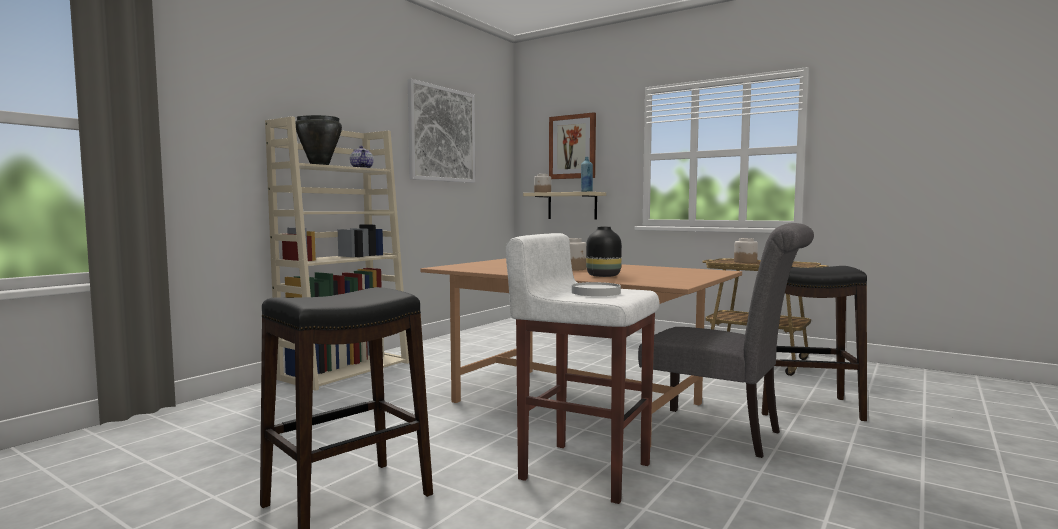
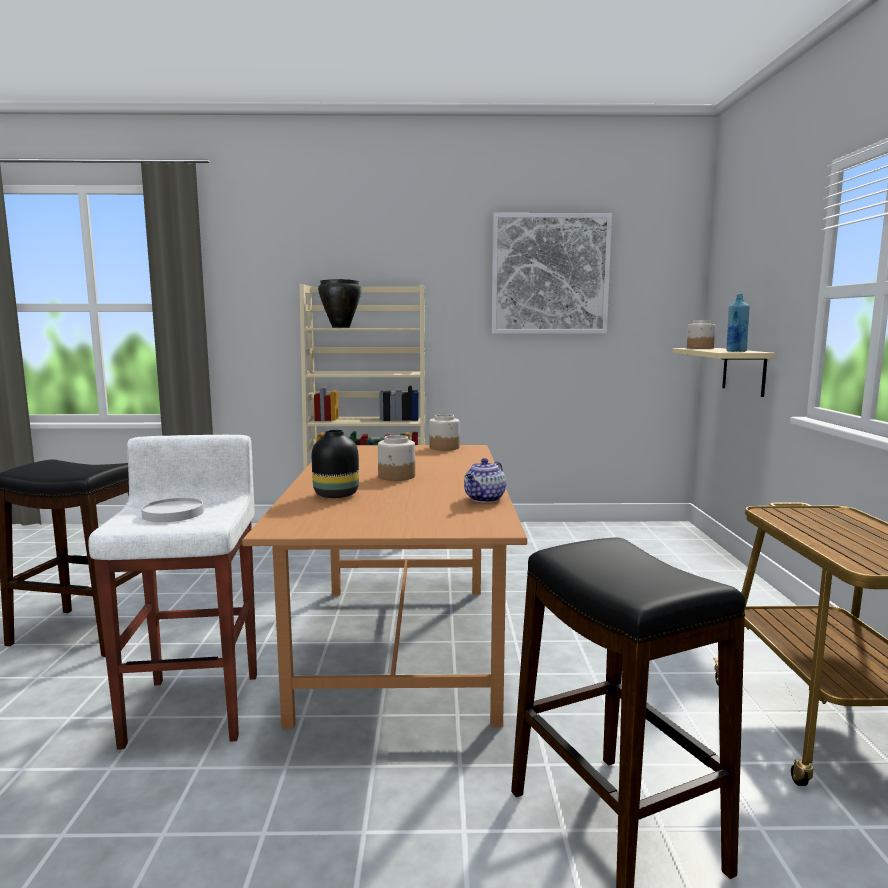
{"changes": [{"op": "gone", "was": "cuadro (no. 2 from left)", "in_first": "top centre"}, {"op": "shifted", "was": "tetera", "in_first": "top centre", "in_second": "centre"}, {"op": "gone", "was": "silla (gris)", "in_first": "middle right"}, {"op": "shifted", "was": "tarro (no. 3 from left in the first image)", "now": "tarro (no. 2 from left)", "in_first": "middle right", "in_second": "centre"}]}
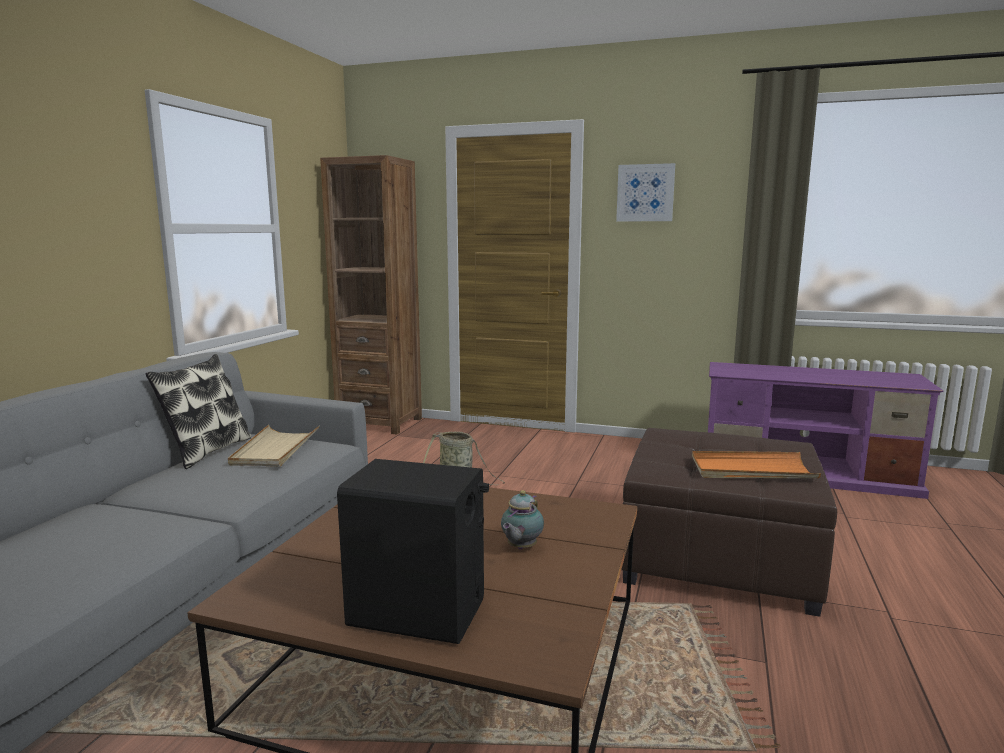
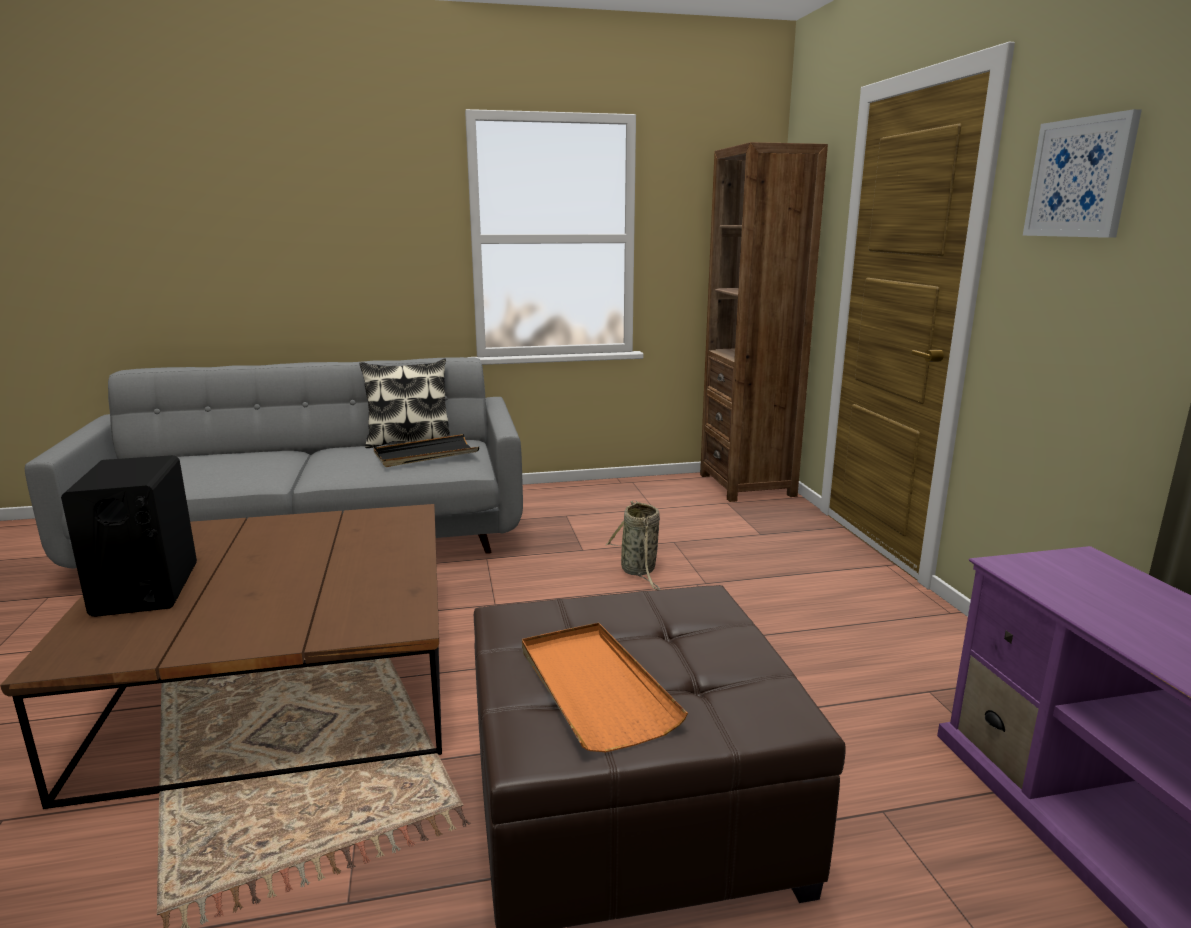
{"changes": [{"op": "repainted", "was": "bandeja (beis)", "now": "bandeja (negro)", "in_first": "middle left", "in_second": "centre"}, {"op": "gone", "was": "tetera", "in_first": "bottom centre"}]}
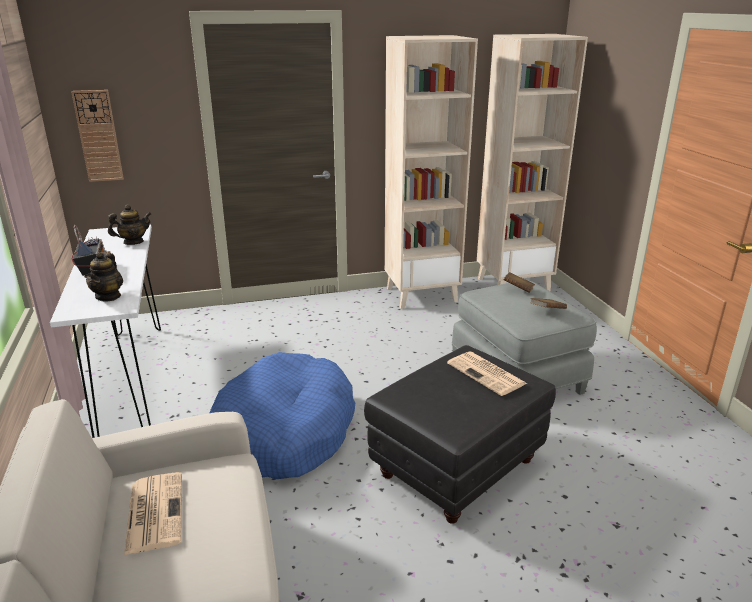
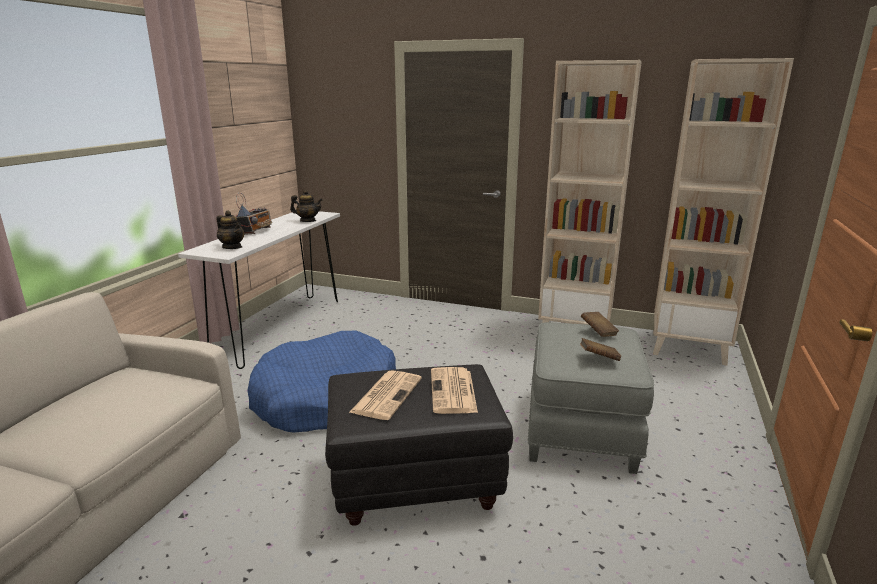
{"changes": [{"op": "gone", "was": "reloj de pared", "in_first": "top left"}, {"op": "rotated", "was": "tetera (no. 1 from left)", "in_first": "middle left", "in_second": "middle left", "clockwise": -90}, {"op": "shifted", "was": "periódico (no. 1 from left)", "in_first": "bottom left", "in_second": "bottom centre"}]}
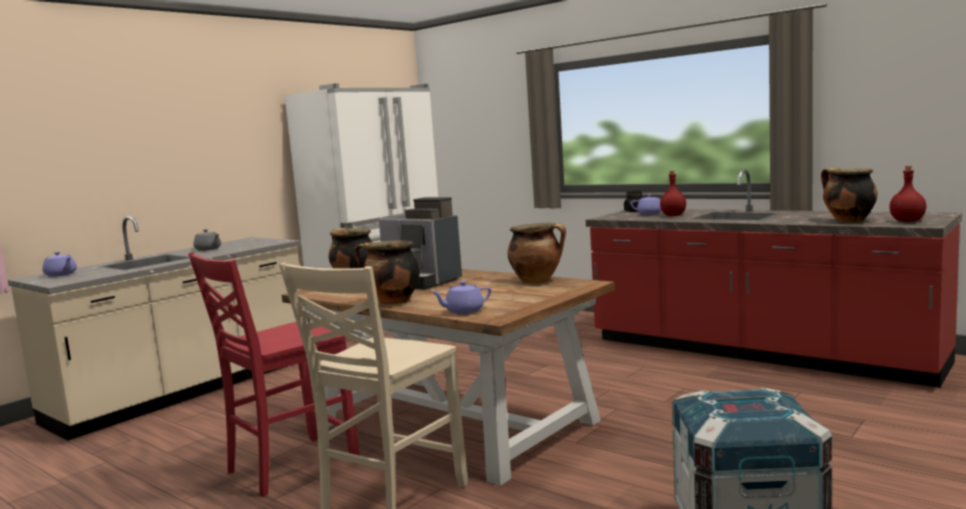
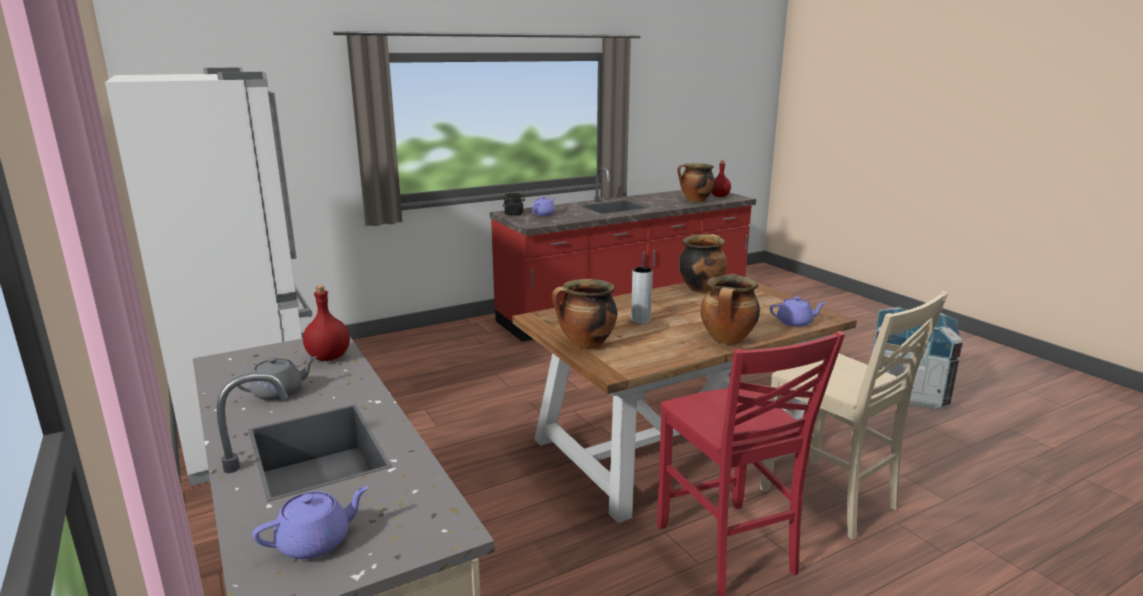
{"changes": [{"op": "shifted", "was": "botella (rojo) (no. 1 from left)", "in_first": "middle right", "in_second": "middle left"}, {"op": "swapped", "was": "cafetera", "now": "florero (gris)", "in_first": "centre", "in_second": "centre"}, {"op": "rotated", "was": "tetera (morado) (no. 2 from left in the first image)", "in_first": "centre", "in_second": "middle right", "clockwise": -90}]}
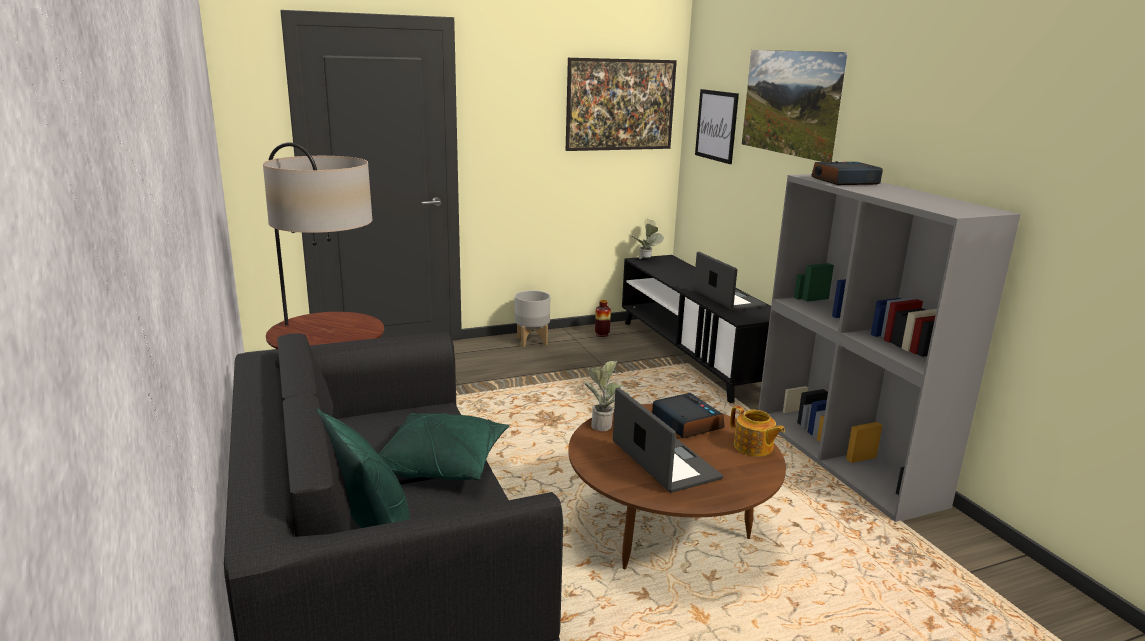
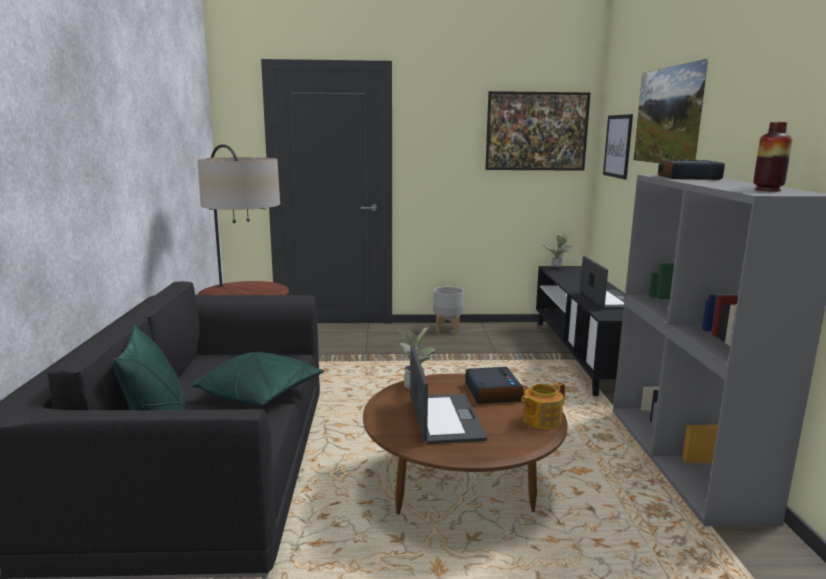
{"changes": [{"op": "shifted", "was": "florero", "in_first": "centre", "in_second": "top right"}, {"op": "rotated", "was": "tetera", "in_first": "bottom centre", "in_second": "bottom centre", "clockwise": 75}]}
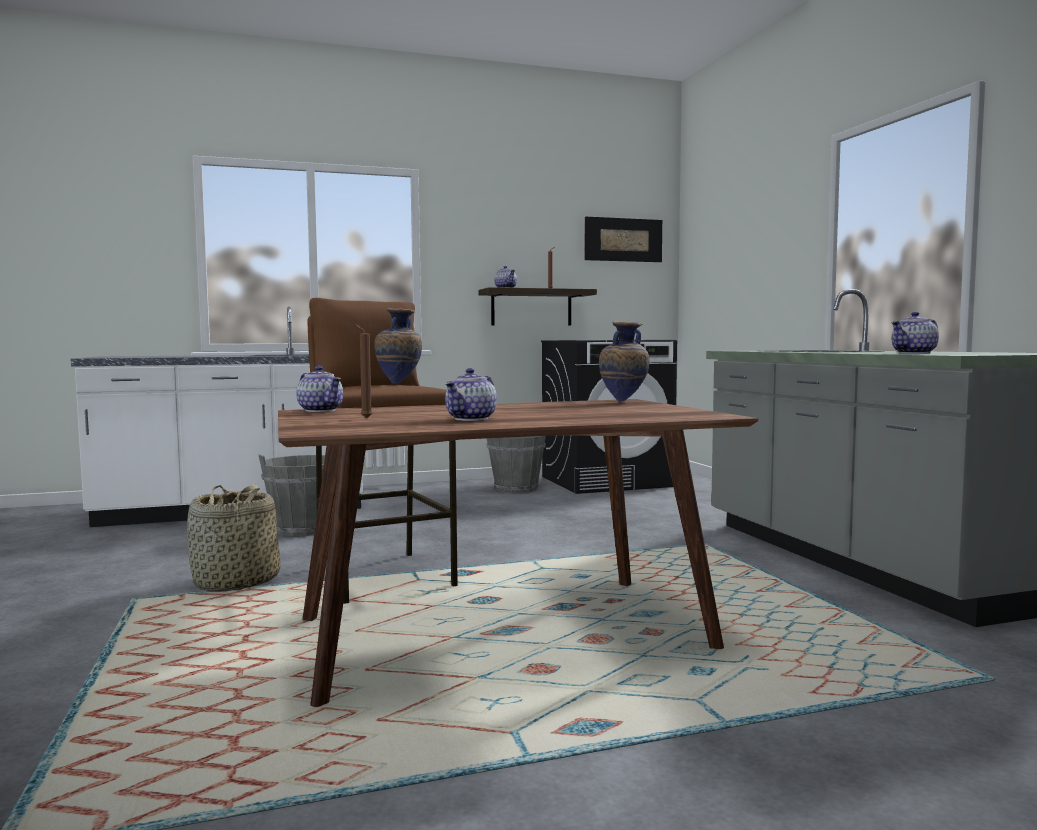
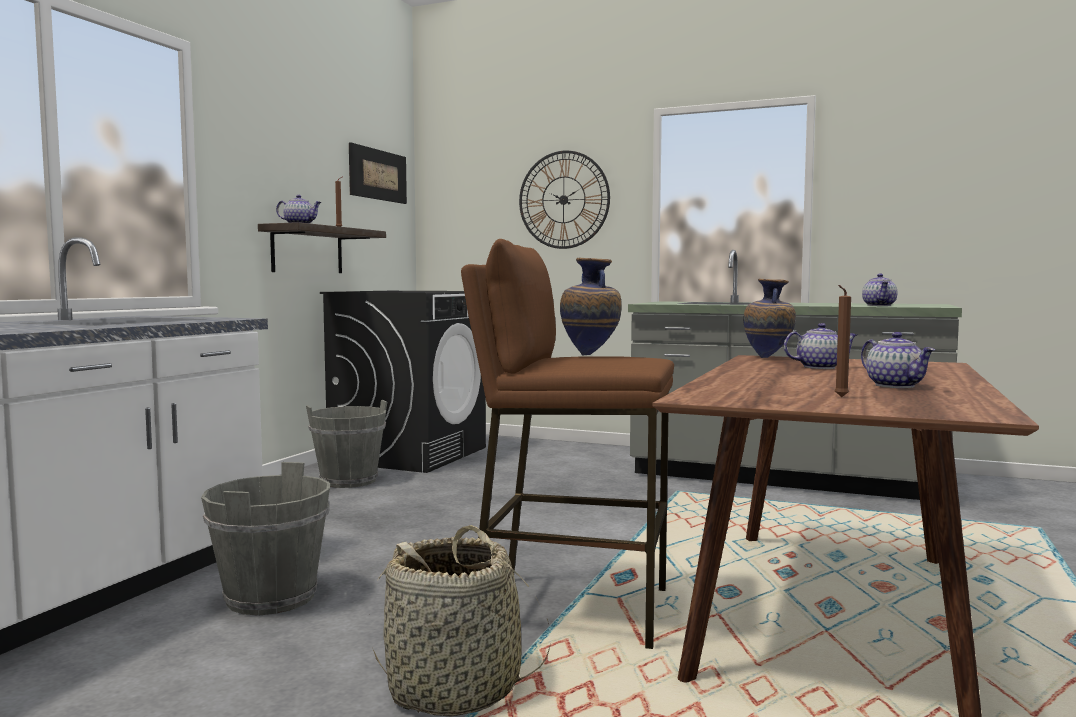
{"changes": [{"op": "shifted", "was": "tetera (no. 1 from left in the first image)", "now": "tetera (no. 2 from left)", "in_first": "middle left", "in_second": "middle right"}, {"op": "new", "now": "reloj de pared", "in_second": "top centre"}]}
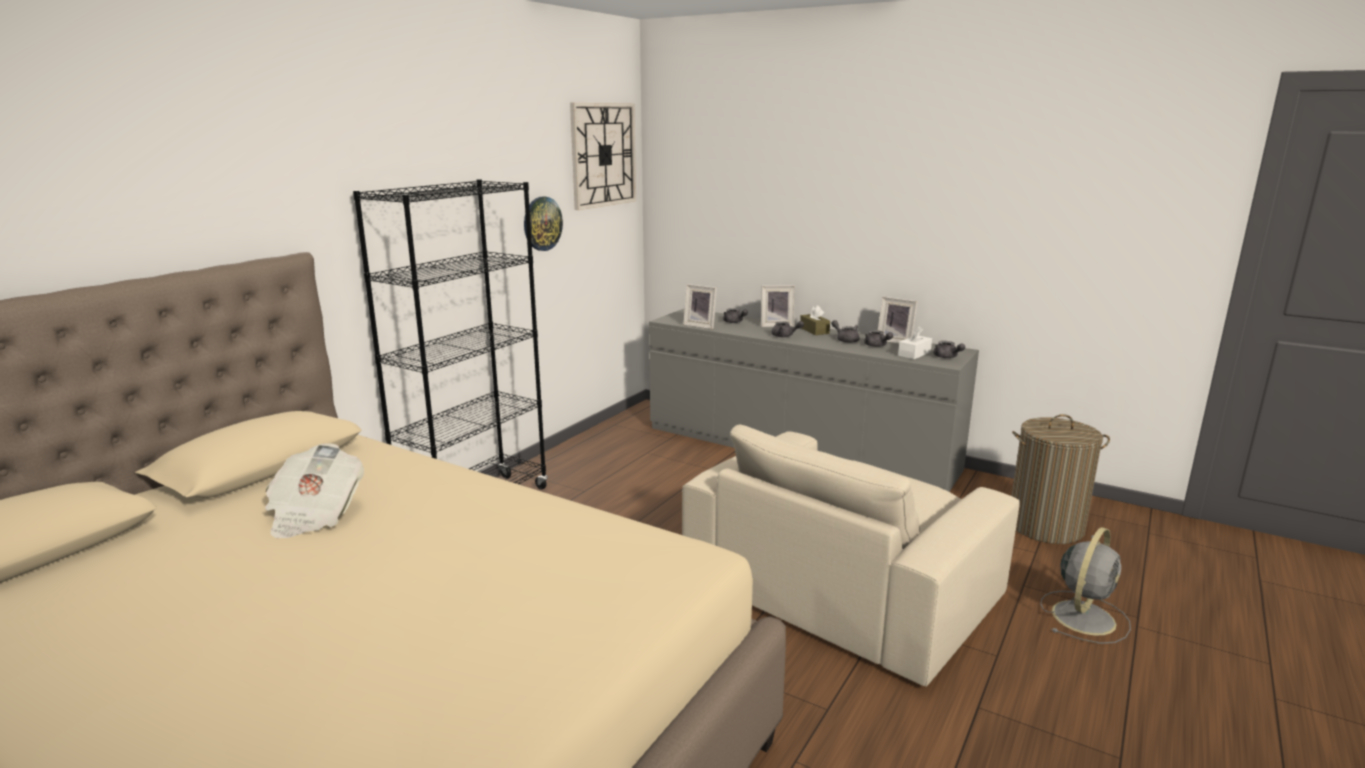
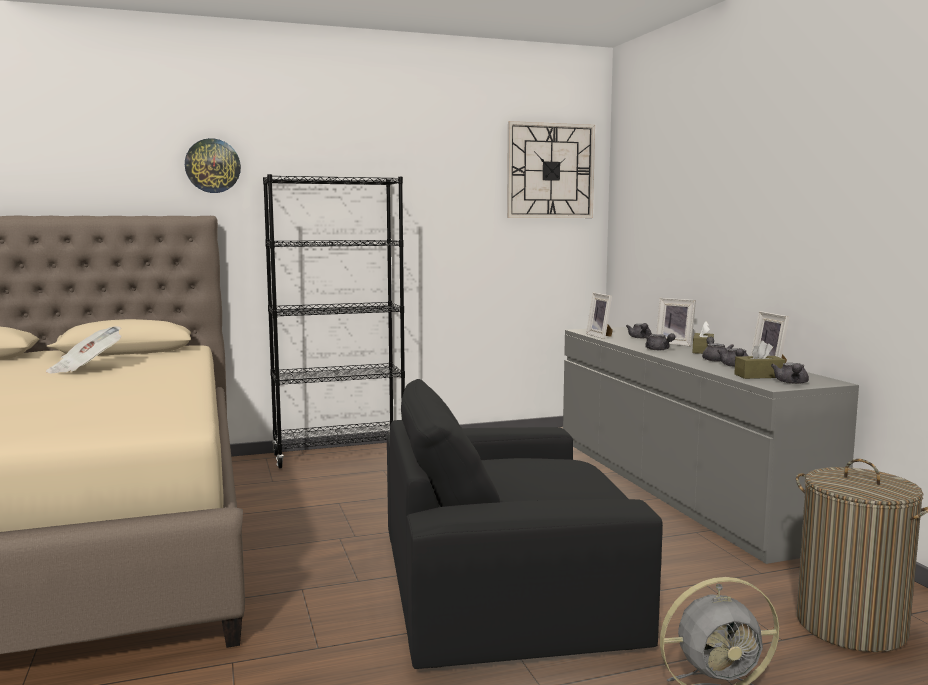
{"changes": [{"op": "shifted", "was": "reloj de pared (no. 1 from left)", "in_first": "top centre", "in_second": "top left"}, {"op": "repainted", "was": "caja de pañuelos (blanco)", "now": "caja de pañuelos (marrón) (no. 2 from left)", "in_first": "middle right", "in_second": "middle right"}, {"op": "repainted", "was": "sillón (beis)", "now": "sillón (negro)", "in_first": "bottom centre", "in_second": "bottom centre"}]}
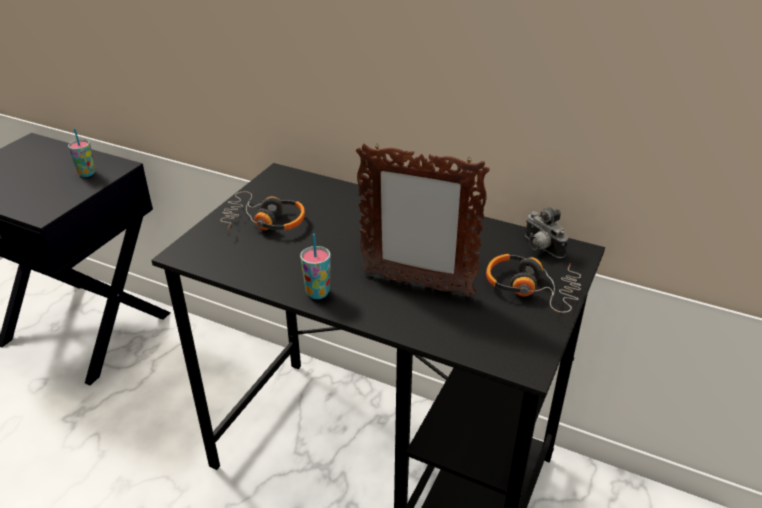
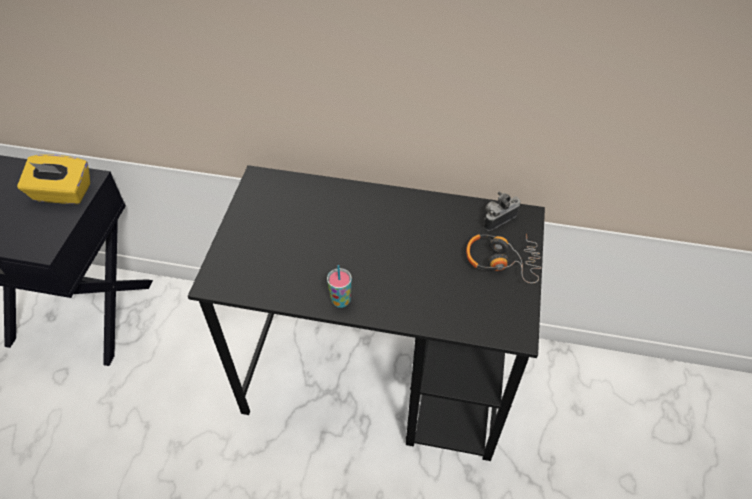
{"changes": [{"op": "swapped", "was": "taza (no. 1 from left)", "now": "caja de pañuelos (amarillo)", "in_first": "top left", "in_second": "middle left"}, {"op": "gone", "was": "portarretratos", "in_first": "centre"}, {"op": "gone", "was": "auriculares (no. 1 from left)", "in_first": "centre"}, {"op": "rotated", "was": "cámara", "in_first": "middle right", "in_second": "middle right", "clockwise": 105}]}
